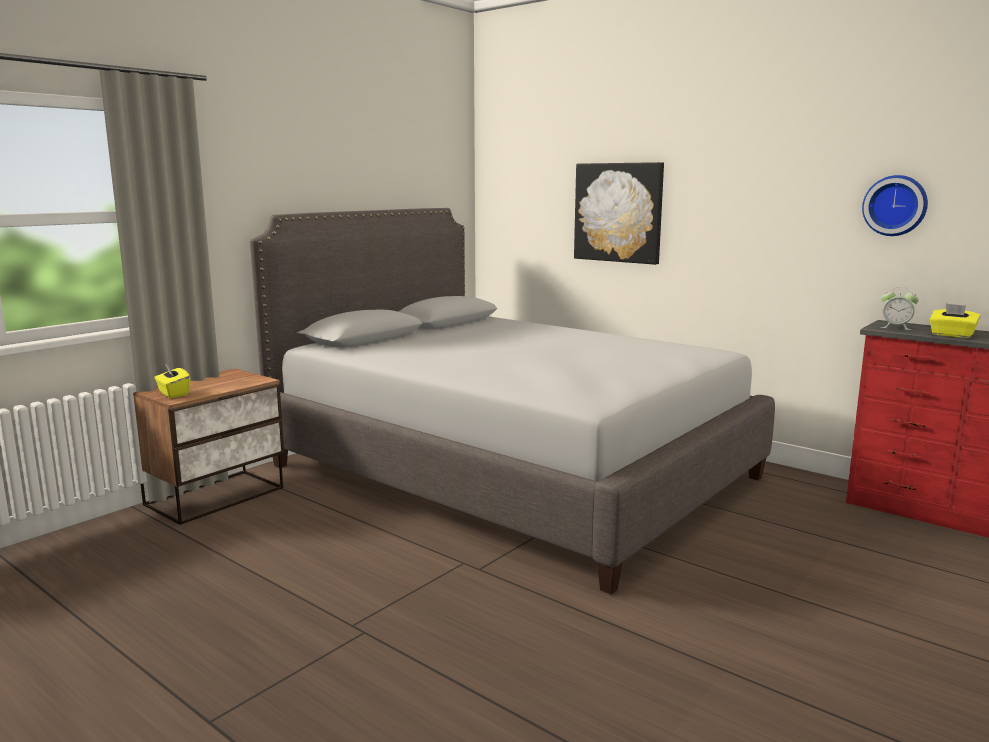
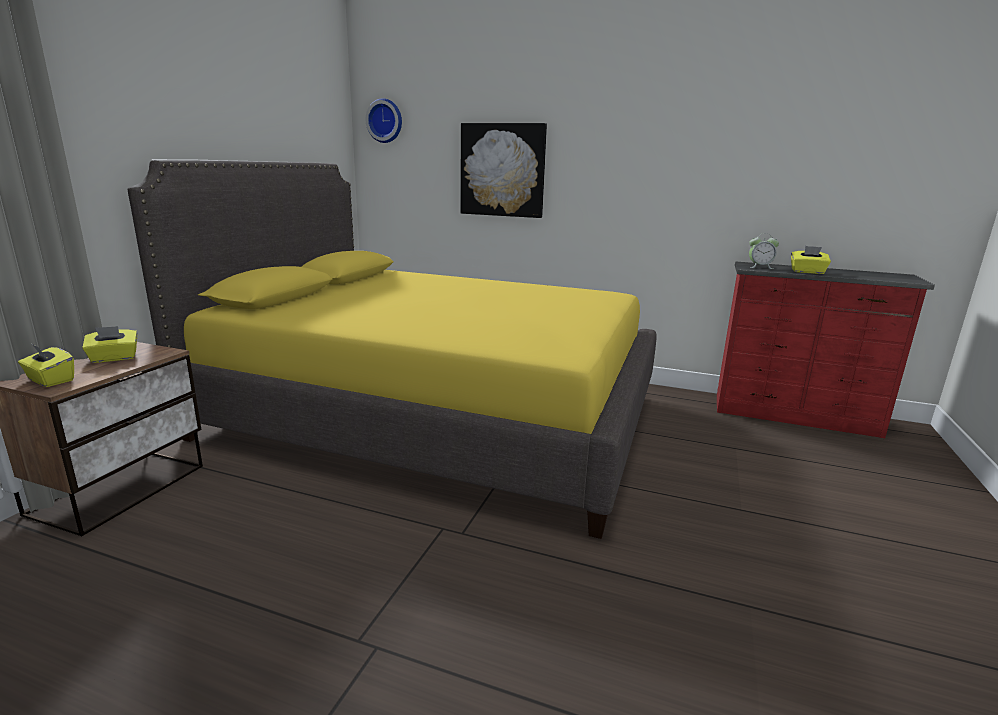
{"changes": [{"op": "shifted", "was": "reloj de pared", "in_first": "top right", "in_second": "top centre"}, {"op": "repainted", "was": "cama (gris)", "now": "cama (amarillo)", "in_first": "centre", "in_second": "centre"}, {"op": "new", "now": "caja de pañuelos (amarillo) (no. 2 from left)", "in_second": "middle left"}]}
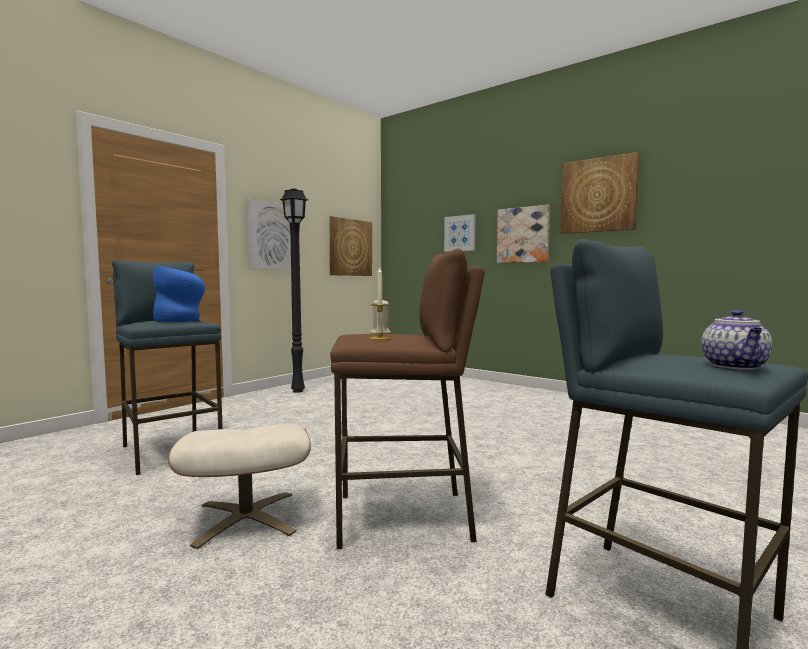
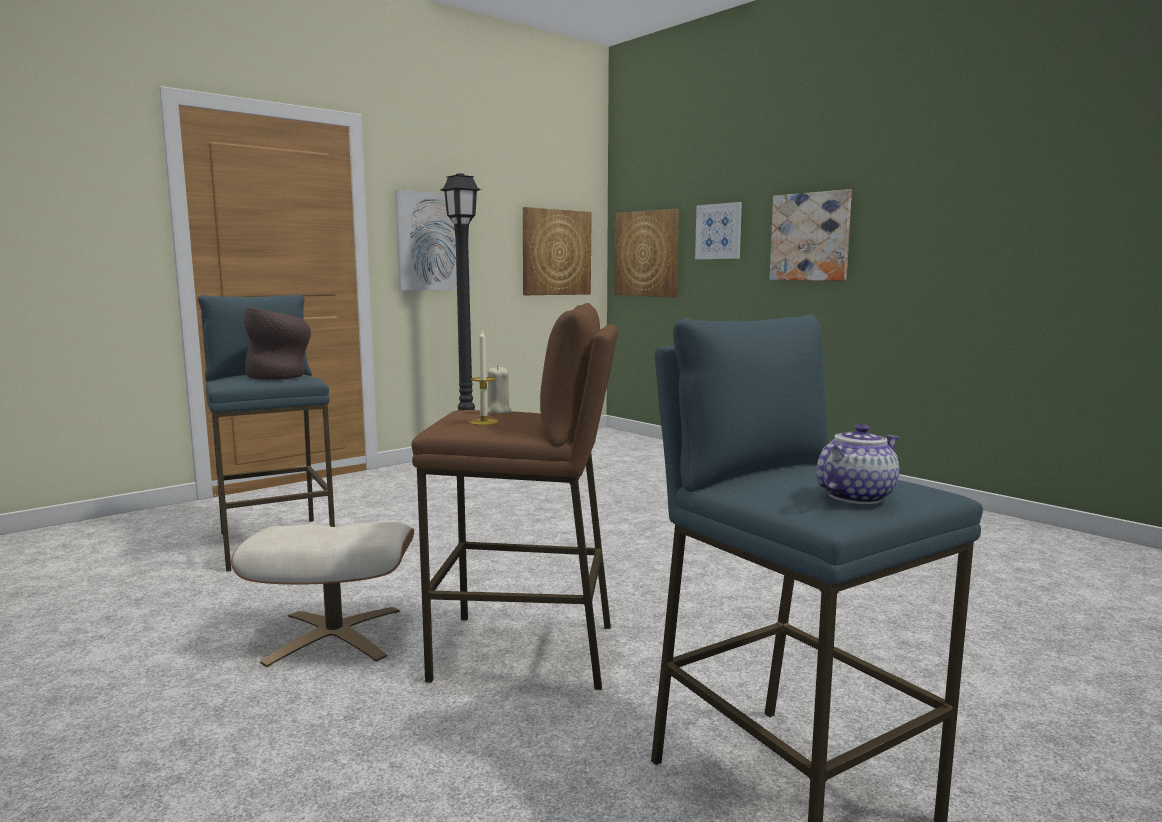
{"changes": [{"op": "shifted", "was": "cuadro (no. 5 from left in the first image)", "now": "cuadro (no. 3 from left)", "in_first": "top right", "in_second": "top centre"}, {"op": "repainted", "was": "florero (azul)", "now": "florero (marrón)", "in_first": "middle left", "in_second": "middle left"}, {"op": "rotated", "was": "tetera", "in_first": "middle right", "in_second": "middle right", "clockwise": -150}]}
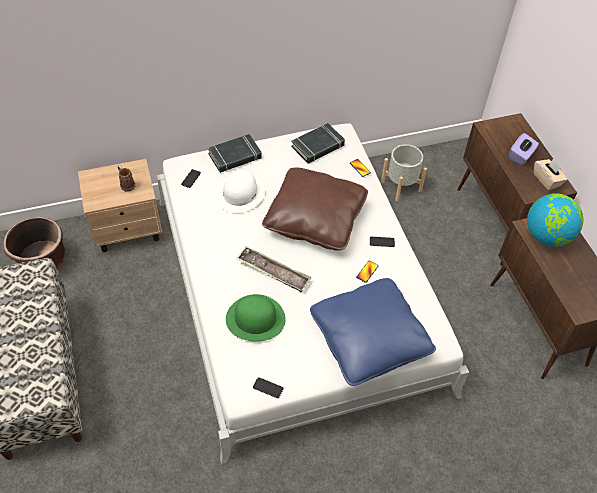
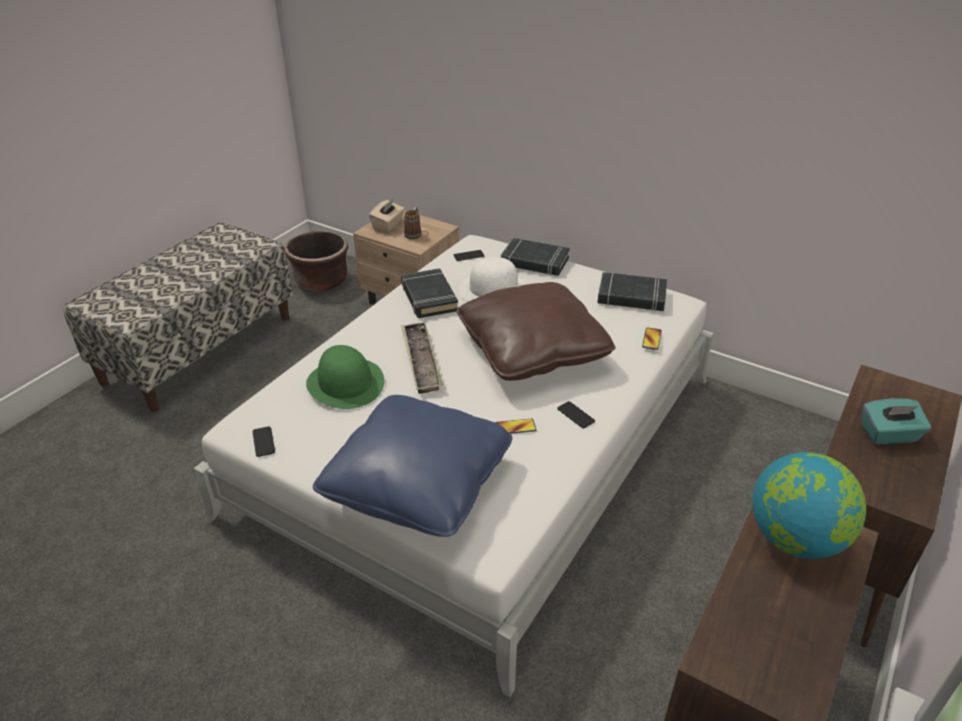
{"changes": [{"op": "repainted", "was": "caja de pañuelos (morado)", "now": "caja de pañuelos (turquesa)", "in_first": "top right", "in_second": "middle right"}, {"op": "gone", "was": "maceta (gris)", "in_first": "middle right"}, {"op": "shifted", "was": "caja de pañuelos (beis)", "in_first": "middle right", "in_second": "top centre"}, {"op": "new", "now": "libro (negro) (no. 1 from left)", "in_second": "centre"}]}
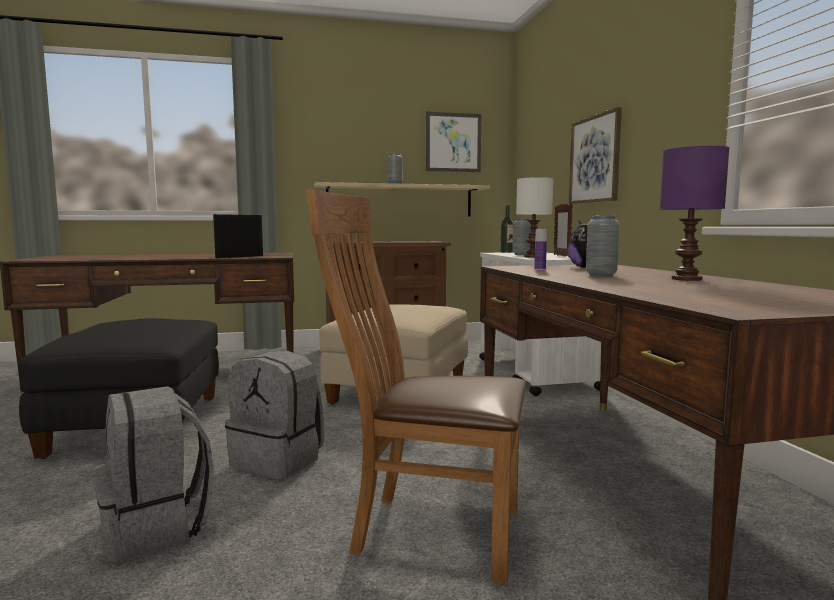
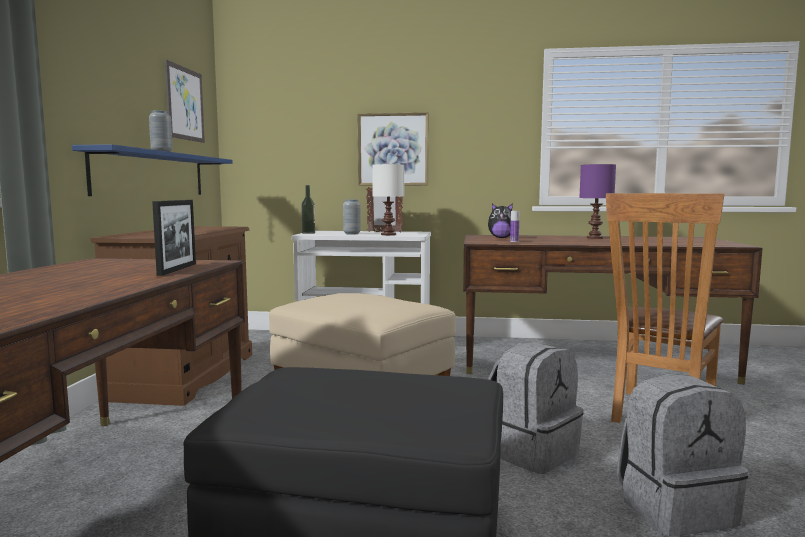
{"changes": [{"op": "repainted", "was": "estante (beis)", "now": "estante (azul)", "in_first": "top centre", "in_second": "top left"}, {"op": "rotated", "was": "portarretratos (no. 1 from left)", "in_first": "middle left", "in_second": "middle left", "clockwise": -150}, {"op": "gone", "was": "florero (gris) (no. 3 from left)", "in_first": "middle right"}]}
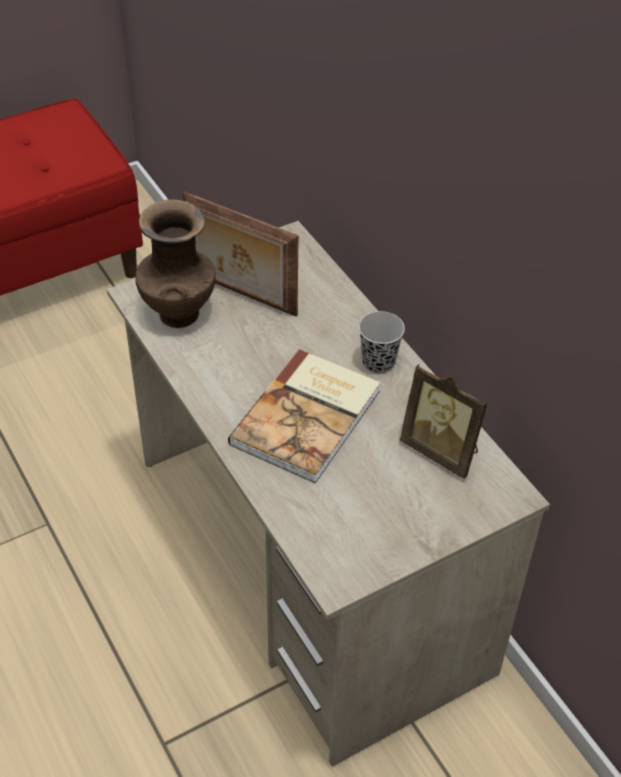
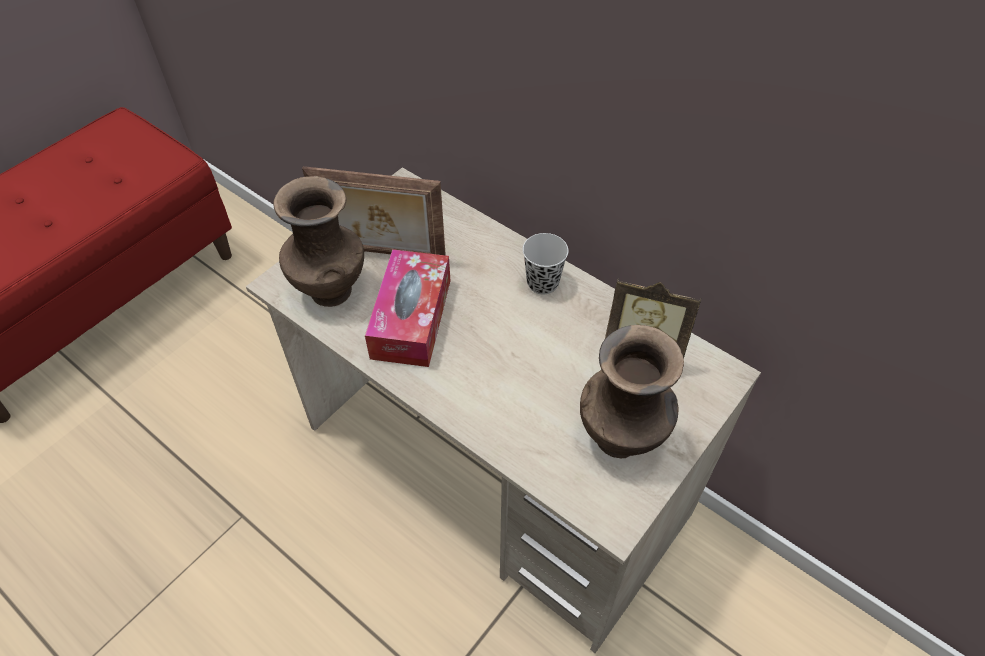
{"changes": [{"op": "gone", "was": "libro", "in_first": "centre"}, {"op": "new", "now": "caja de pañuelos", "in_second": "centre"}, {"op": "new", "now": "florero (marrón) (no. 2 from left)", "in_second": "centre"}]}
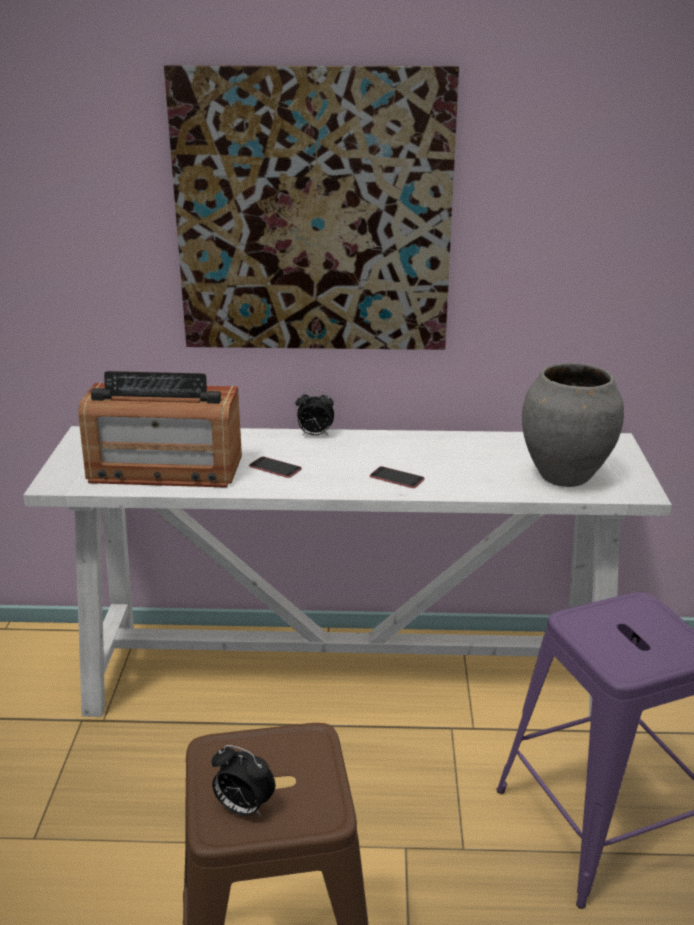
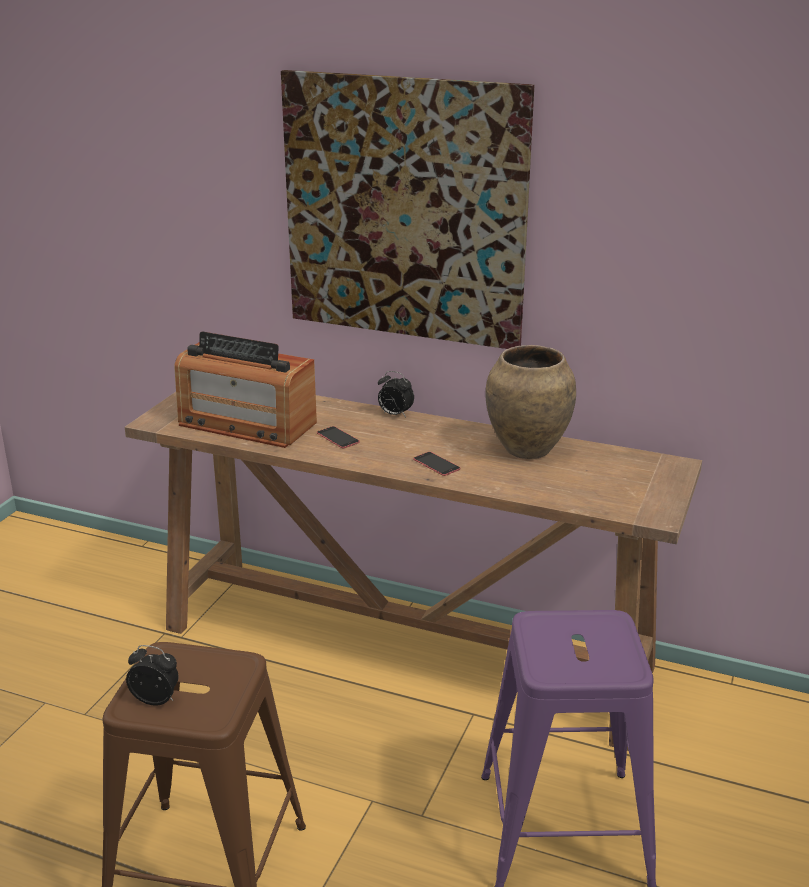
{"changes": [{"op": "gone", "was": "florero (gris)", "in_first": "middle right"}, {"op": "repainted", "was": "mesa consola (blanco)", "now": "mesa consola (marrón)", "in_first": "centre", "in_second": "centre"}, {"op": "rotated", "was": "despertador (no. 1 from left)", "in_first": "bottom centre", "in_second": "bottom left", "clockwise": 150}, {"op": "new", "now": "florero (marrón)", "in_second": "centre"}]}
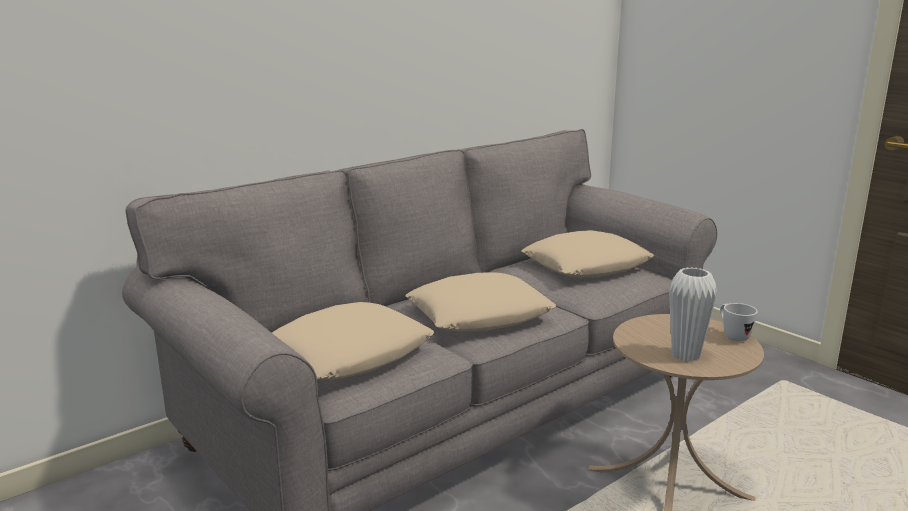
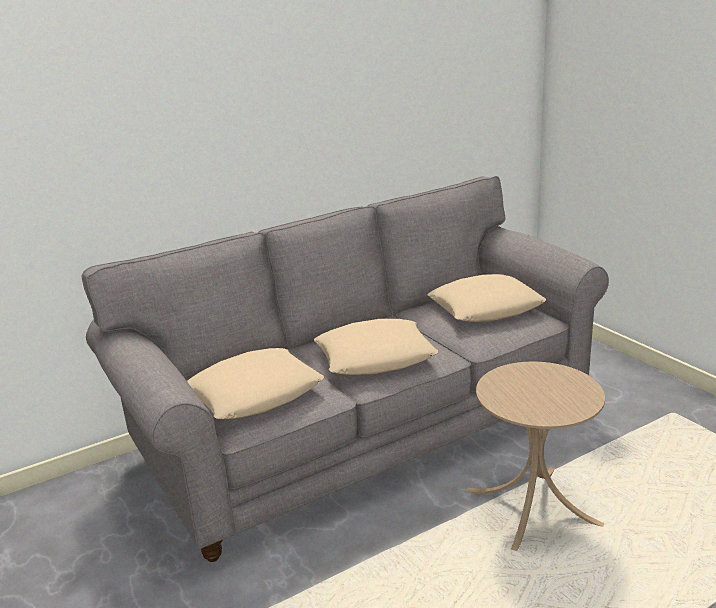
{"changes": [{"op": "gone", "was": "florero (blanco)", "in_first": "middle right"}, {"op": "gone", "was": "taza grande (blanco)", "in_first": "middle right"}]}
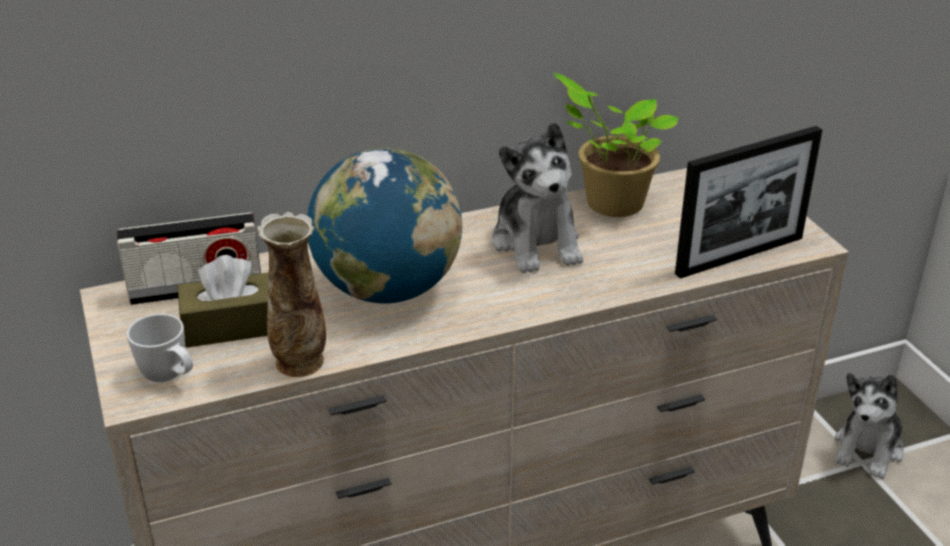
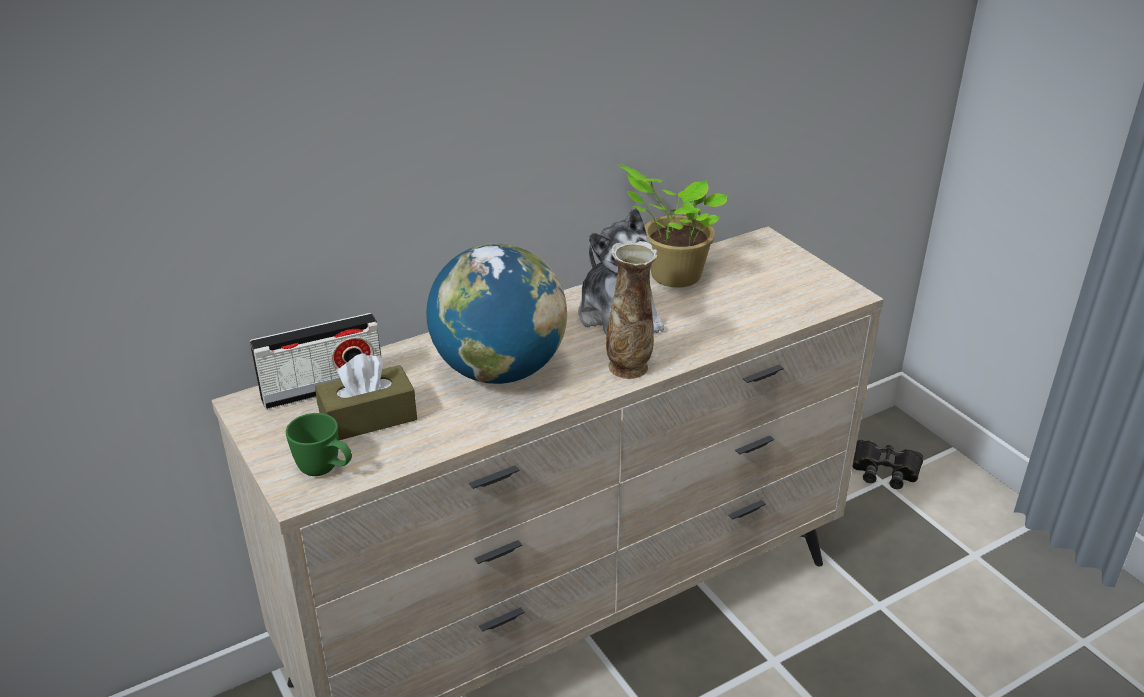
{"changes": [{"op": "gone", "was": "portarretratos", "in_first": "middle right"}, {"op": "shifted", "was": "florero", "in_first": "middle left", "in_second": "centre"}, {"op": "repainted", "was": "taza grande (blanco)", "now": "taza grande (verde)", "in_first": "middle left", "in_second": "middle left"}, {"op": "swapped", "was": "peluche (no. 2 from left)", "now": "prismáticos (negro)", "in_first": "bottom right", "in_second": "middle right"}]}
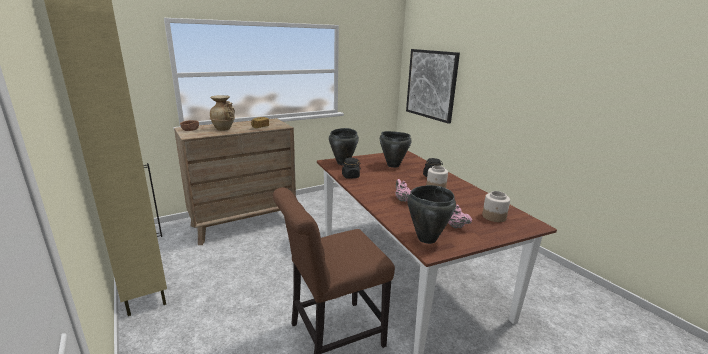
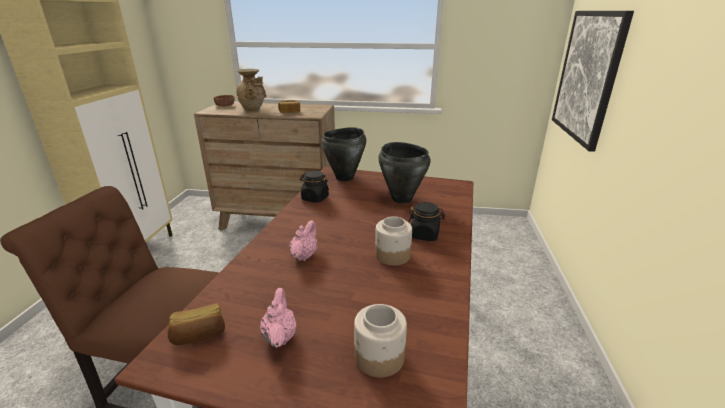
{"changes": [{"op": "swapped", "was": "olla (negro) (no. 3 from left)", "now": "pan (no. 1 from left)", "in_first": "centre", "in_second": "bottom left"}]}
